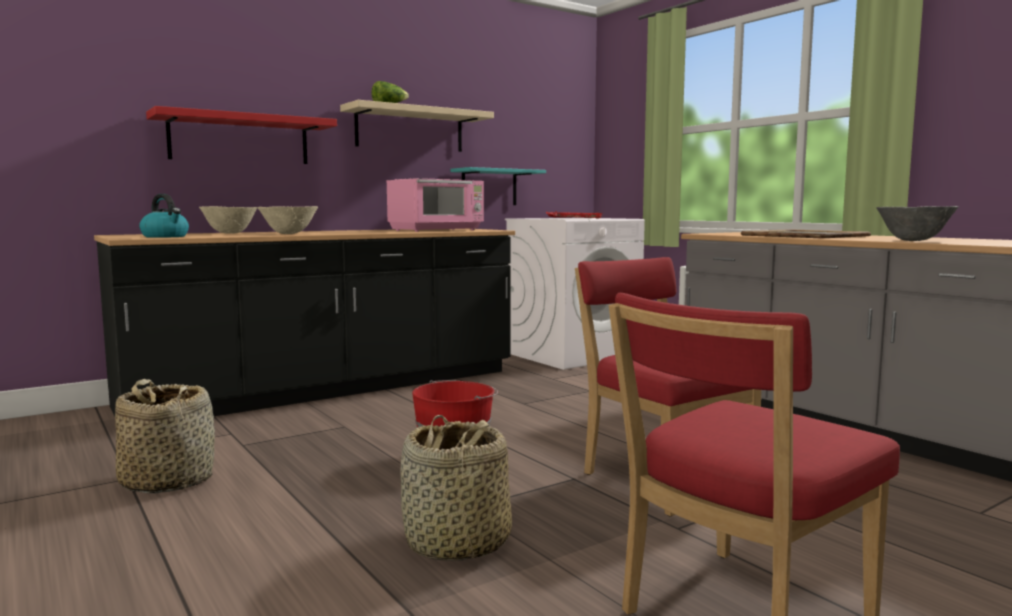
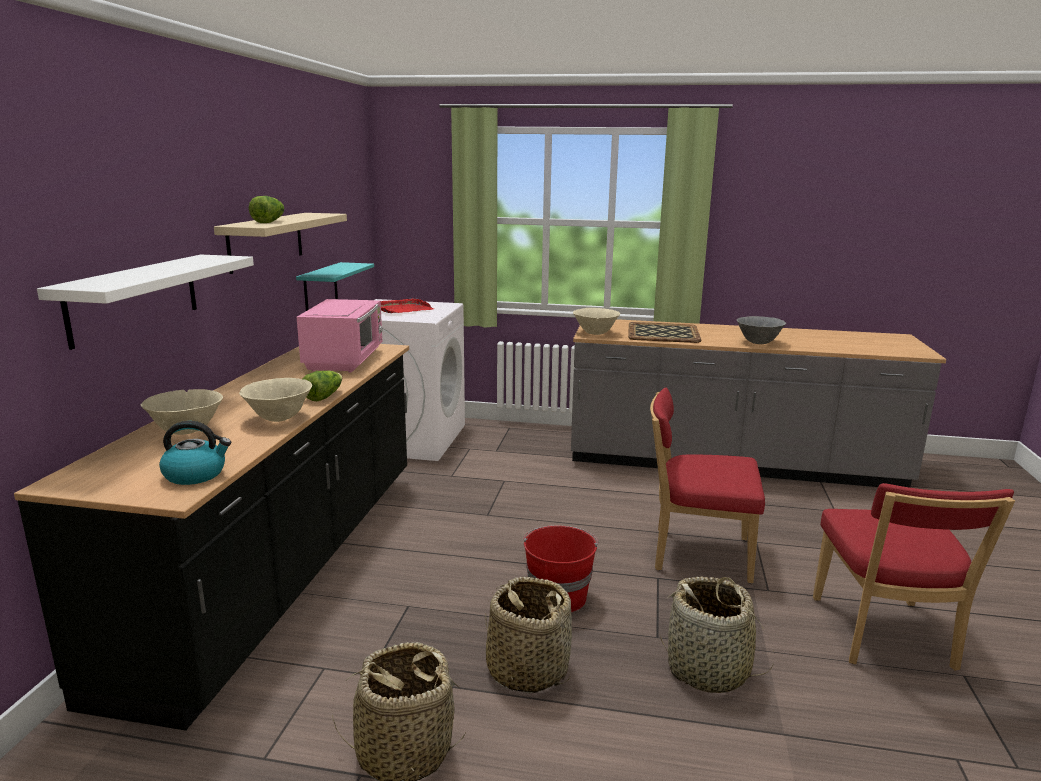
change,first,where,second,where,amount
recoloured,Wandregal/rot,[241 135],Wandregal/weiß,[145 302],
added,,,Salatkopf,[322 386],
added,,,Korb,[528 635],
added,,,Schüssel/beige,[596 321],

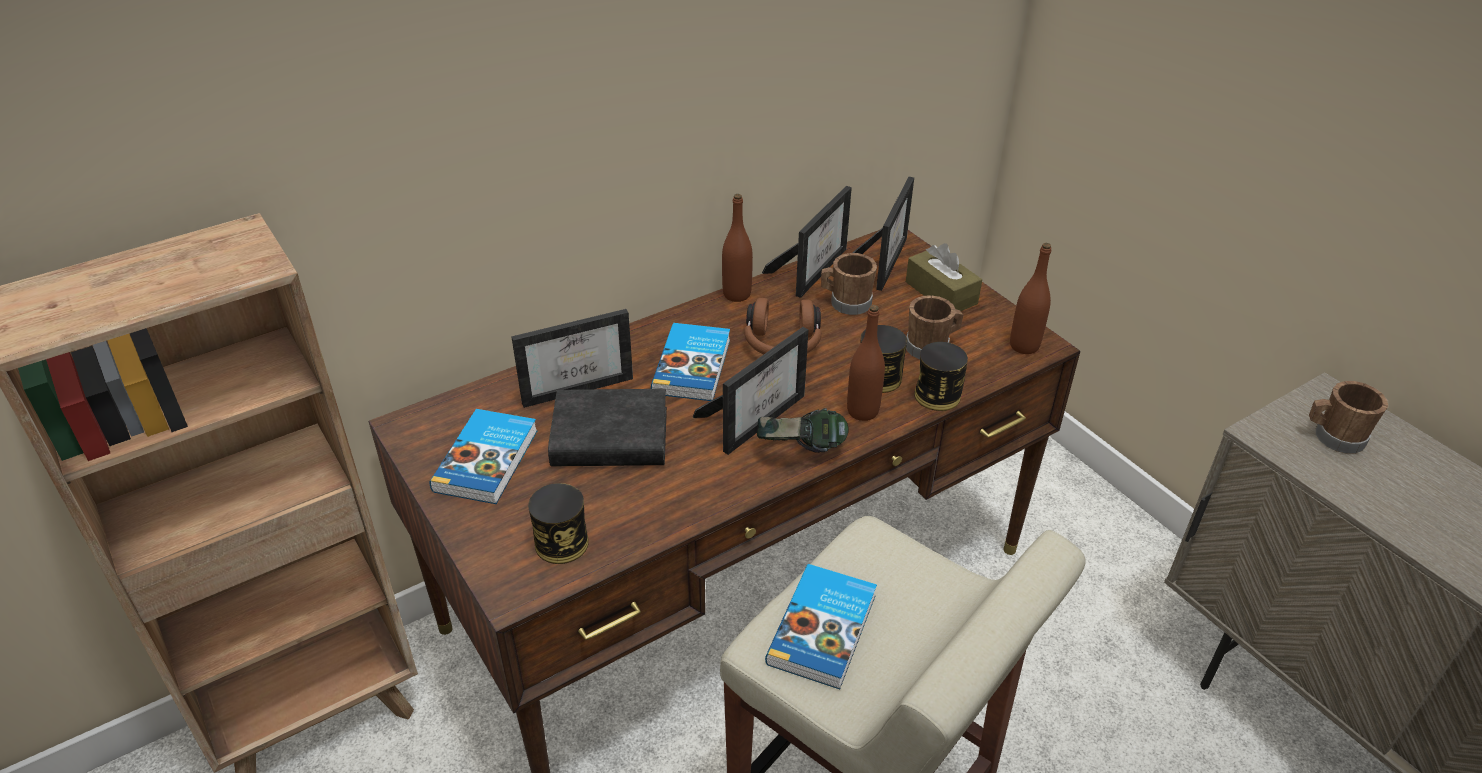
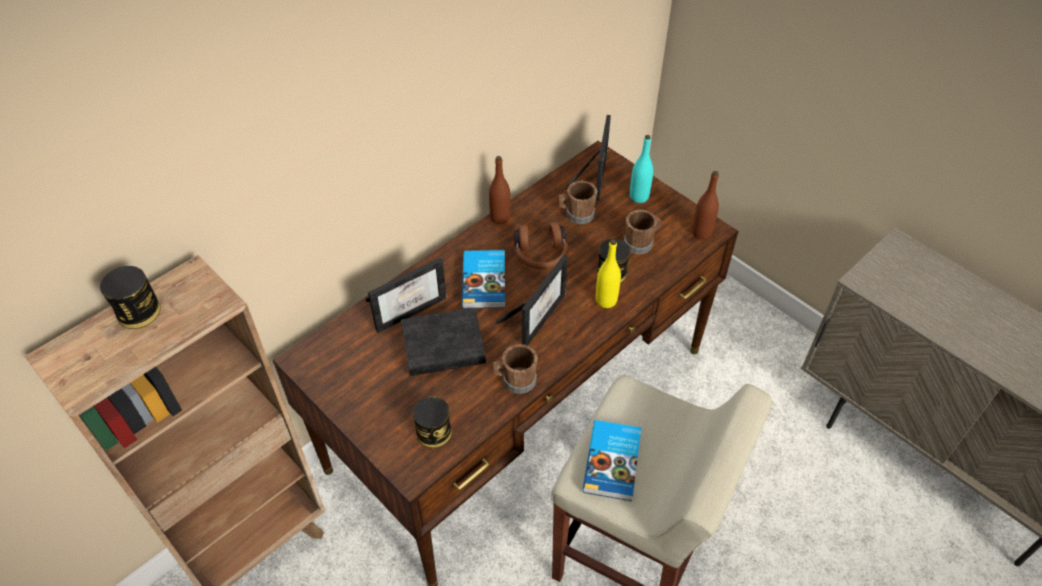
change,first,where,second,where,amount
moved,Dose,[941 376],,[130 297],
moved,Henkelbecher/braun,[1348 417],,[515 369],
recoloured,Flasche/braun,[866 363],Flasche/gelb,[608 274],
replaced,Taschentuchbox/braun,[944 277],Flasche/türkis,[641 169],
removed,Buch,[483 456],,,
removed,Kopfhörer,[803 430],,,
removed,Bilderrahmen,[807 242],,,

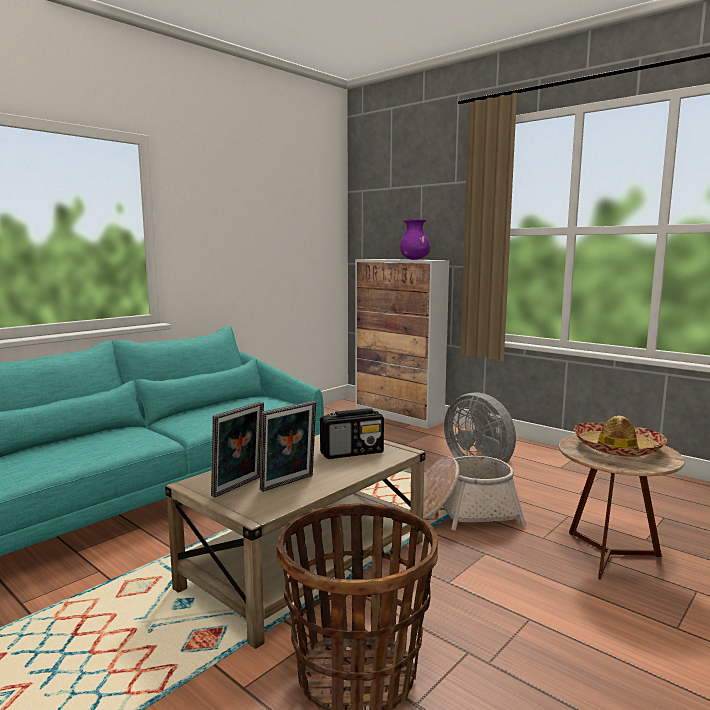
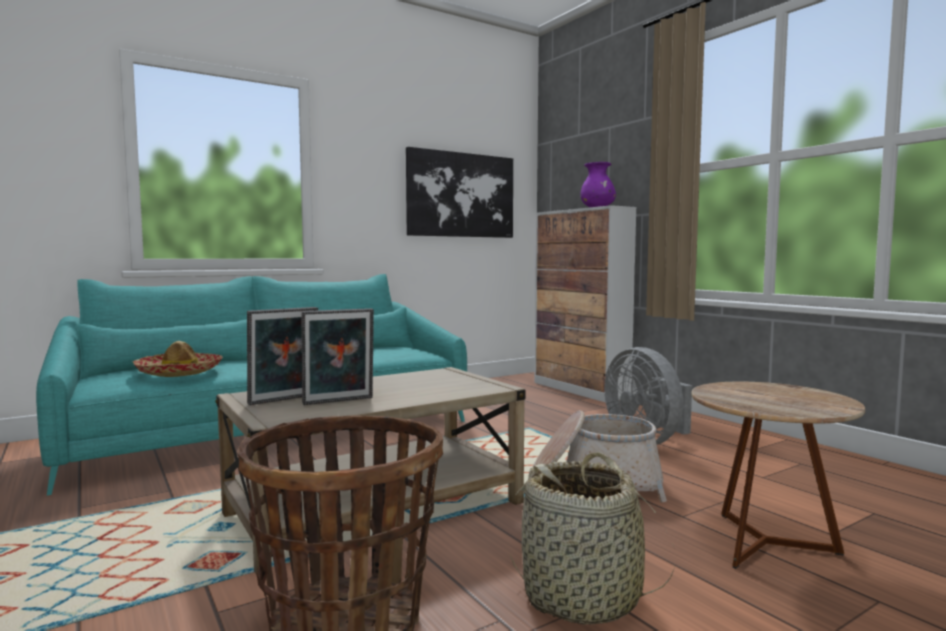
change,first,where,second,where,amount
moved,Hut,[621 436],,[178 359],
added,,,Bild,[459 192],
added,,,Korb,[592 538],
removed,Radio,[352 433],,,

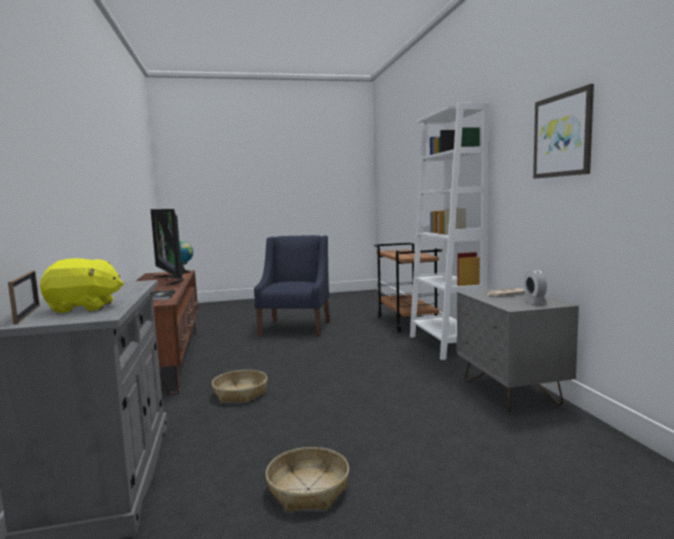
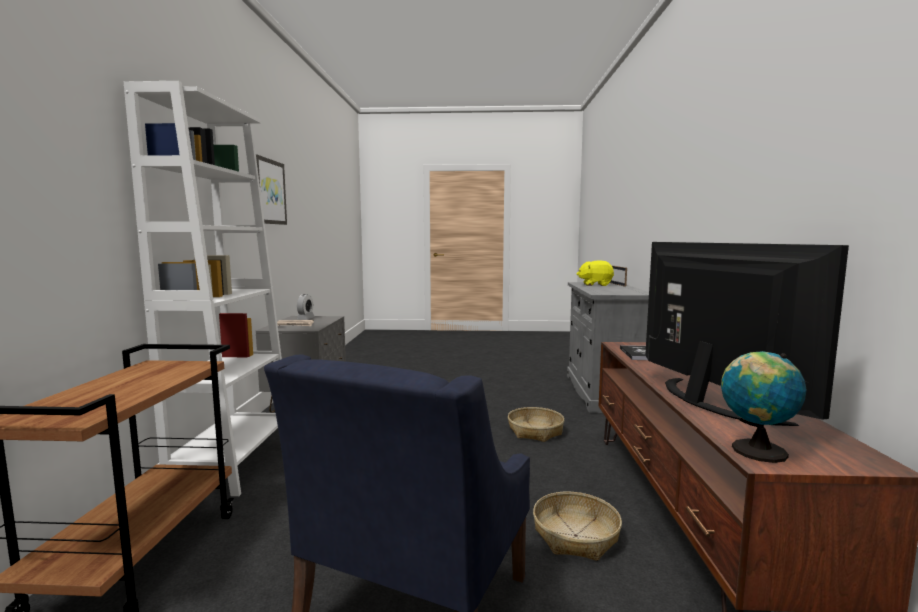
change,first,where,second,where,amount
moved,Korb,[307 479],,[577 526],

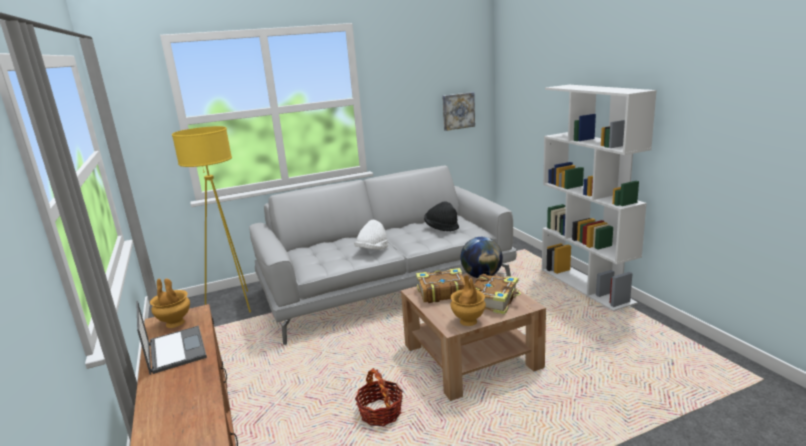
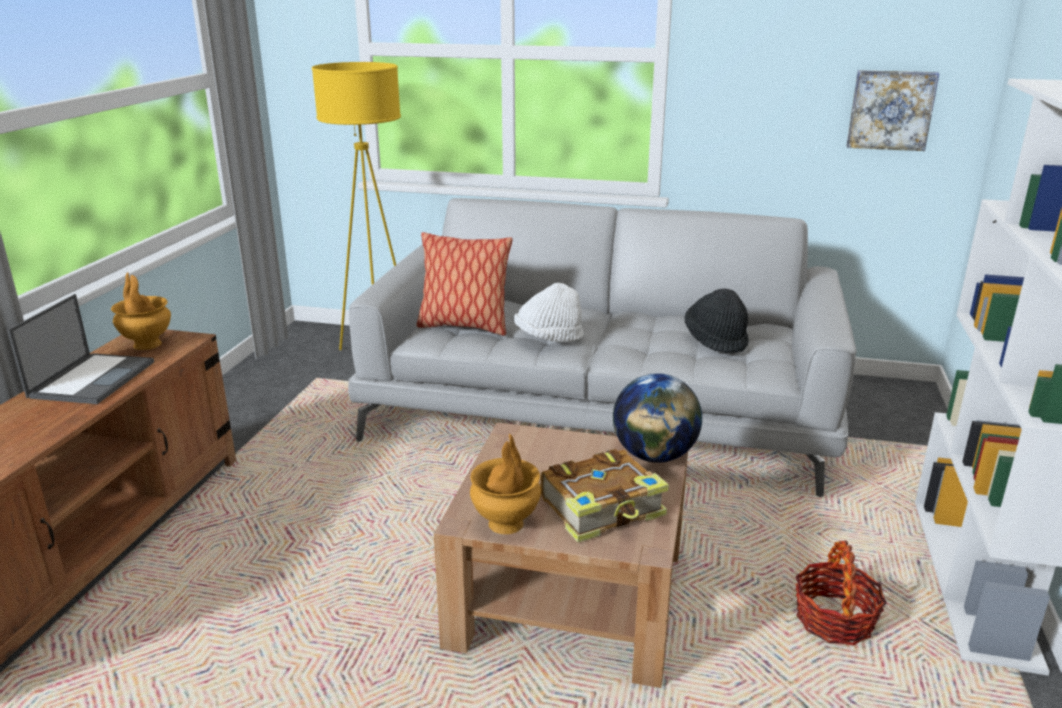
change,first,where,second,where,amount
added,,,Kissen,[464 284],
moved,Korb,[379 397],,[841 593],
removed,Buch,[440 285],,,

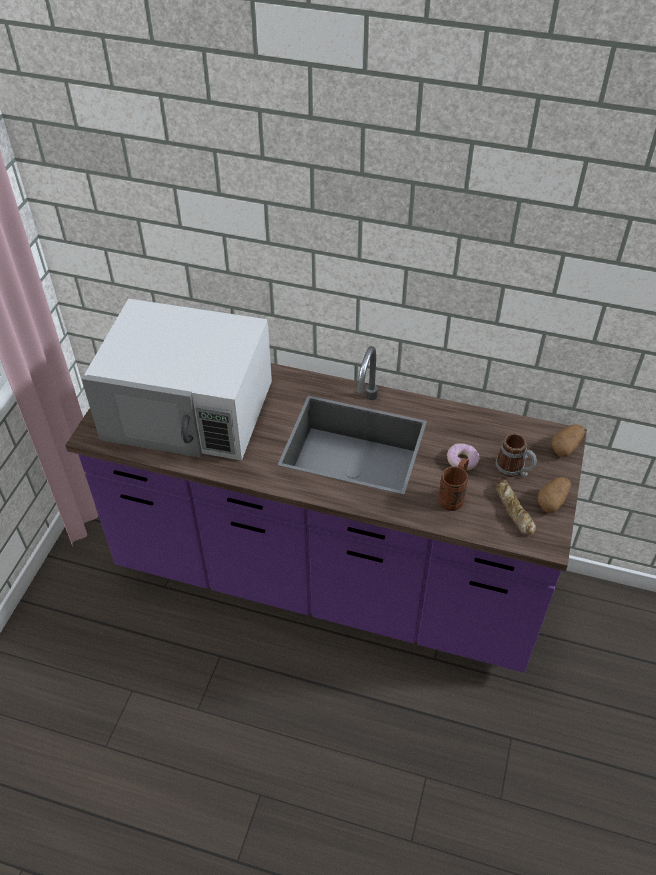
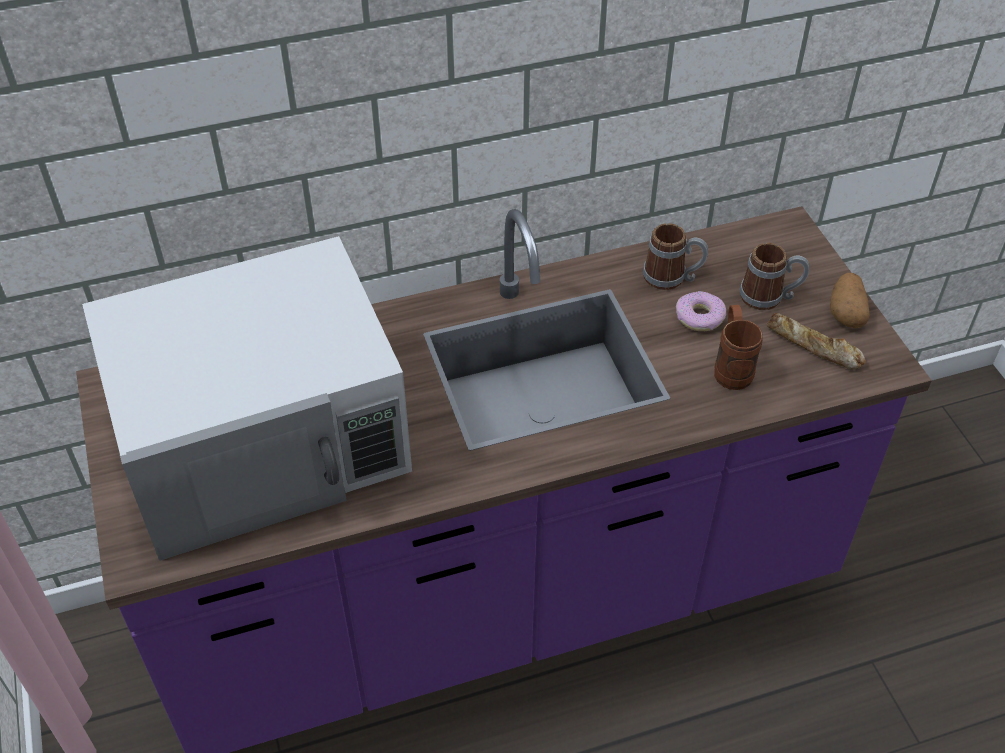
change,first,where,second,where,amount
added,,,Henkelbecher,[675 256],
removed,Kartoffel,[568 440],,,

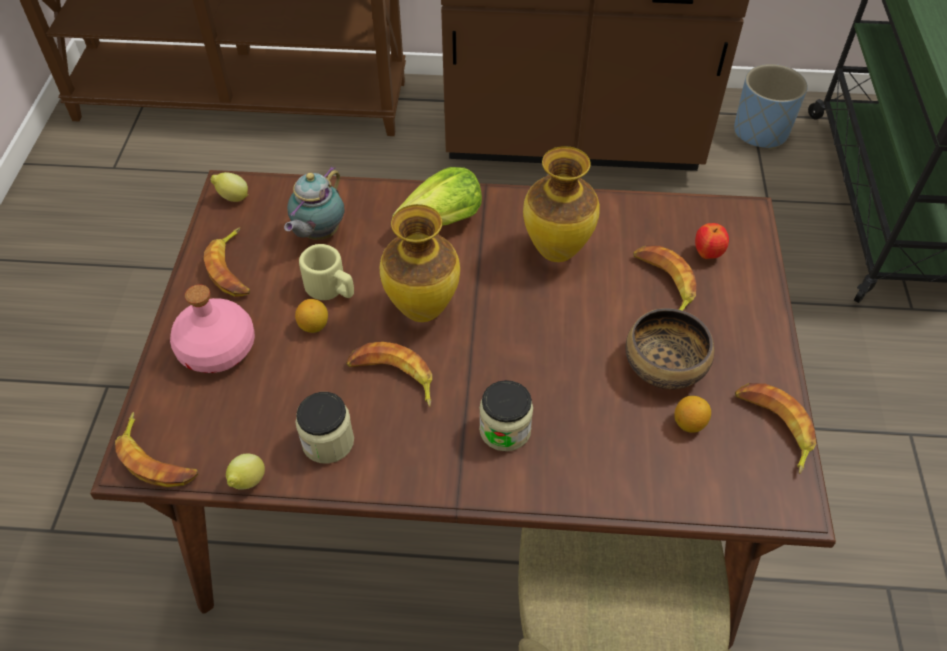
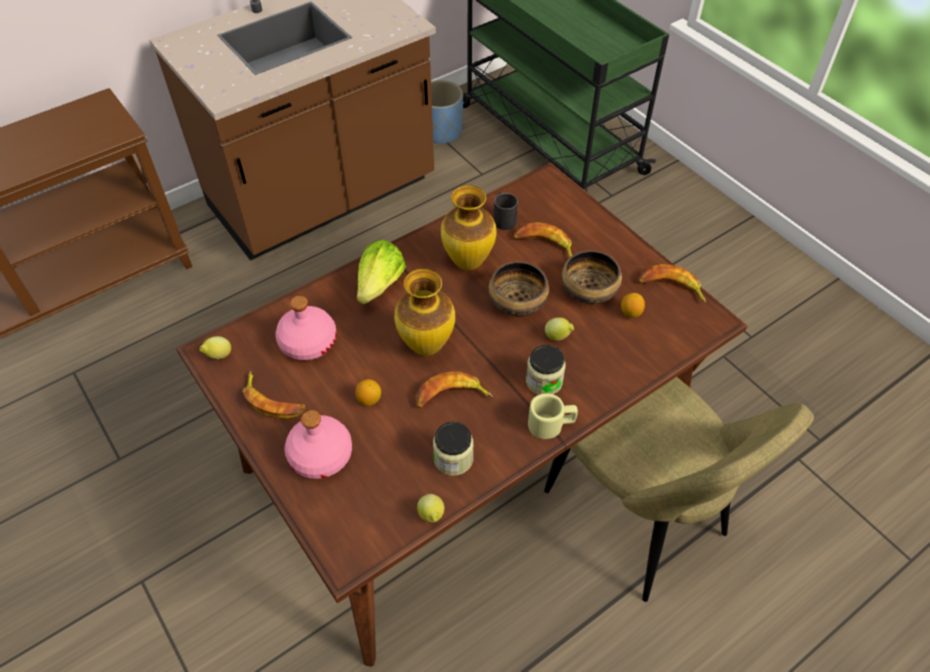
change,first,where,second,where,amount
replaced,Teekanne,[314 203],Flasche/rosa,[306 328],
added,,,Schüssel,[518 289],
added,,,Henkelbecher/schwarz,[505 211],
moved,Henkelbecher/beige,[326 272],,[553 416],
added,,,Zitrone,[559 329],
removed,Banane,[156 449],,,
removed,Apfel,[712 241],,,

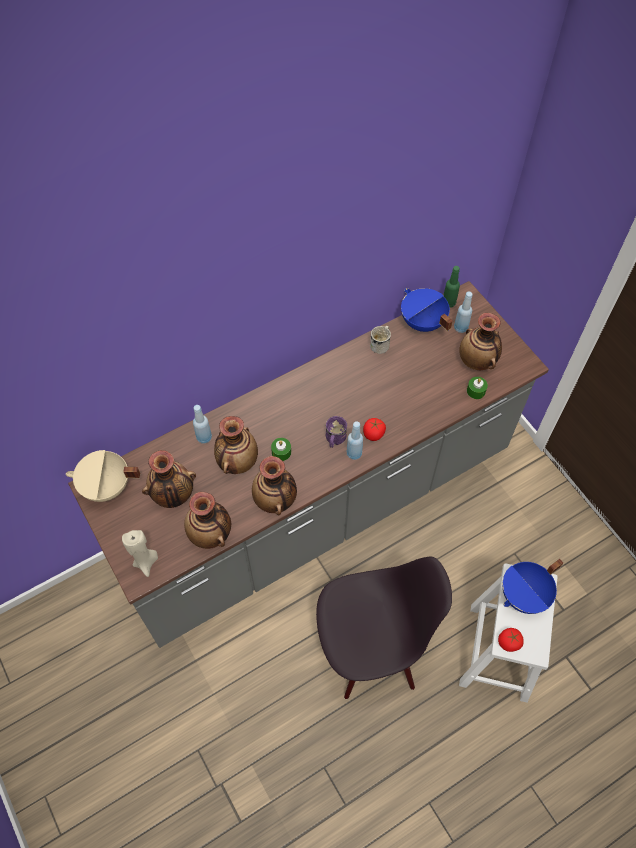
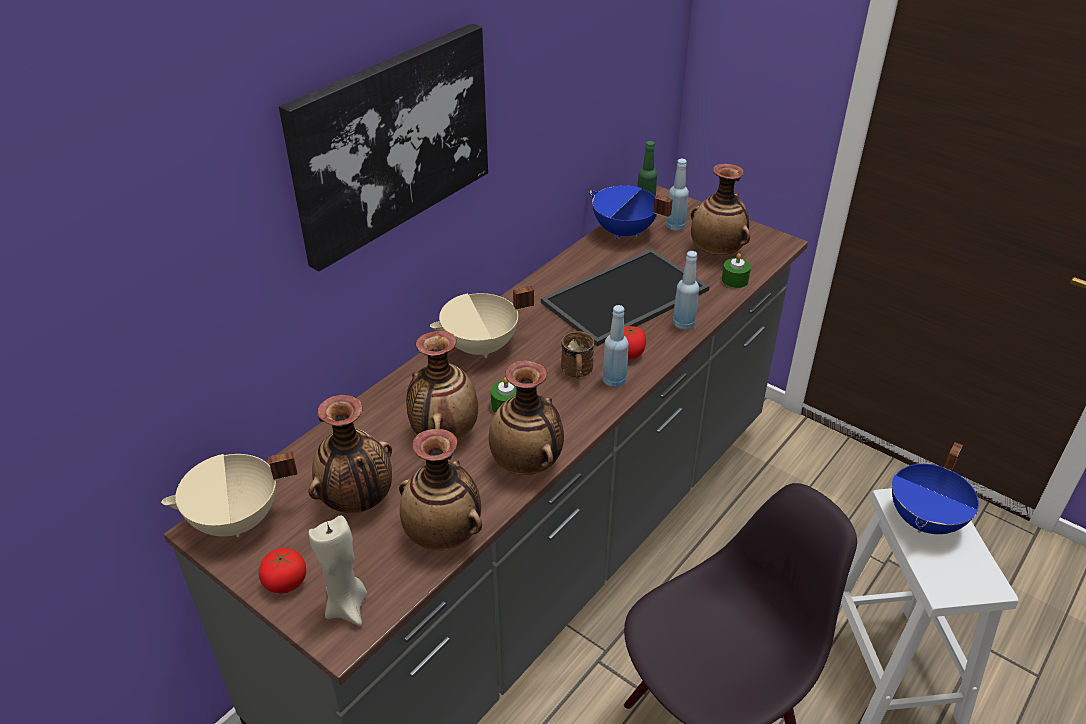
change,first,where,second,where,amount
moved,Tomate,[511 640],,[282 570],
added,,,Bild,[383 147],
added,,,Kochtopf/beige,[482 322],
added,,,Tablett,[625 297],
recoloured,Henkelbecher/lila,[336 432],Henkelbecher/braun,[577 355],
moved,Flasche/blau,[202 424],,[686 290],
removed,Henkelbecher/weiß,[380 340],,,

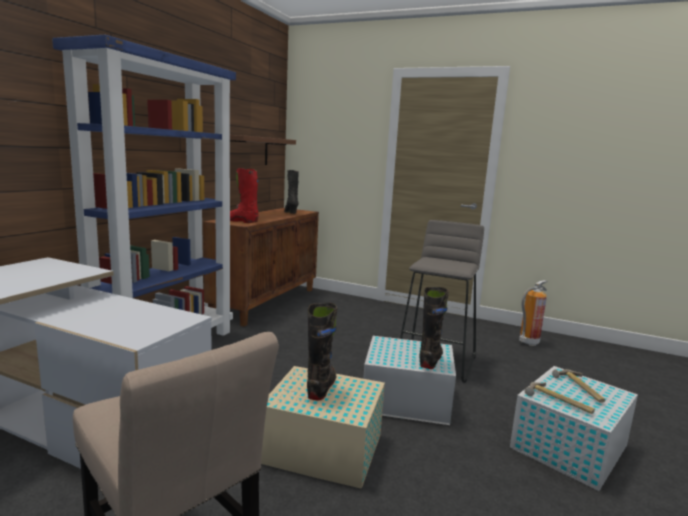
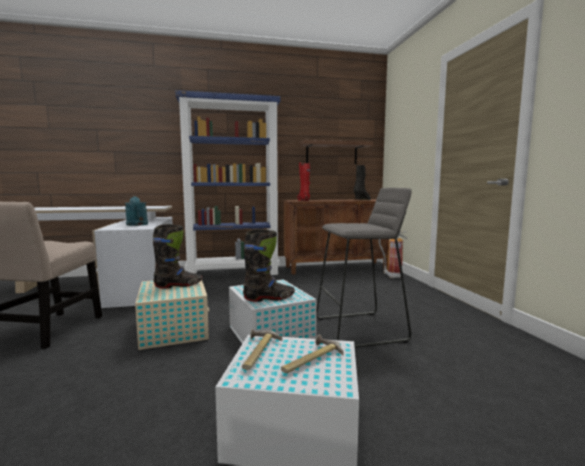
change,first,where,second,where,amount
added,,,Gießkanne/türkis,[136 211],
moved,Feuerlöscher,[533 313],,[392 254],

